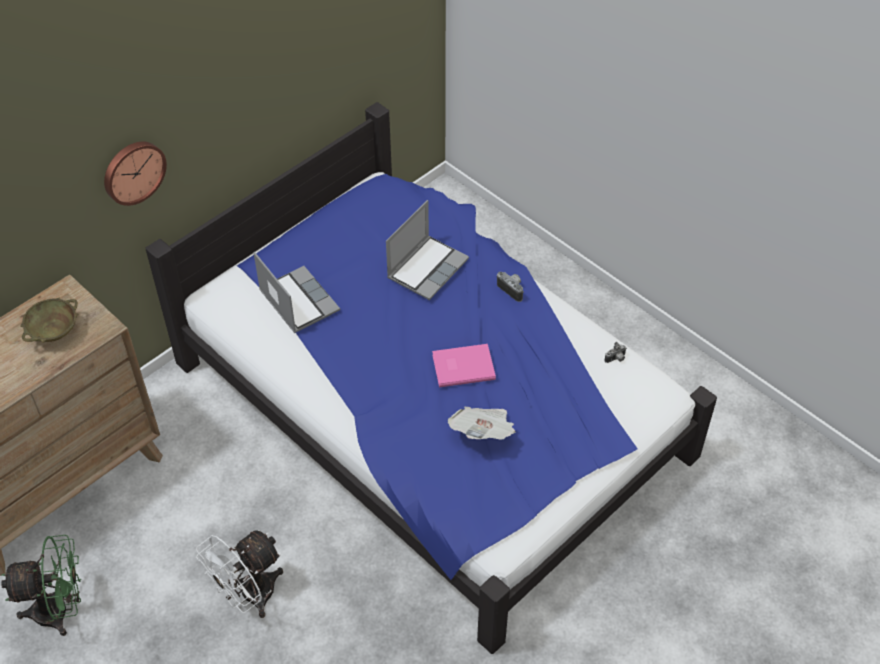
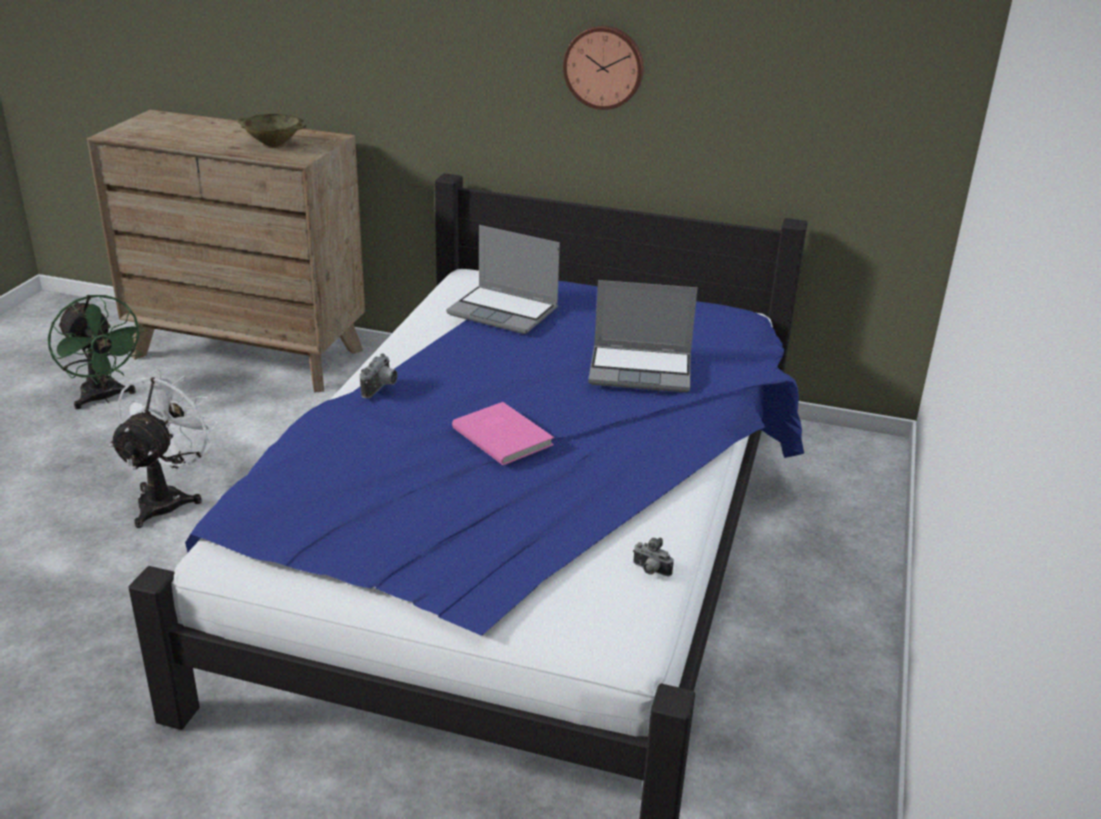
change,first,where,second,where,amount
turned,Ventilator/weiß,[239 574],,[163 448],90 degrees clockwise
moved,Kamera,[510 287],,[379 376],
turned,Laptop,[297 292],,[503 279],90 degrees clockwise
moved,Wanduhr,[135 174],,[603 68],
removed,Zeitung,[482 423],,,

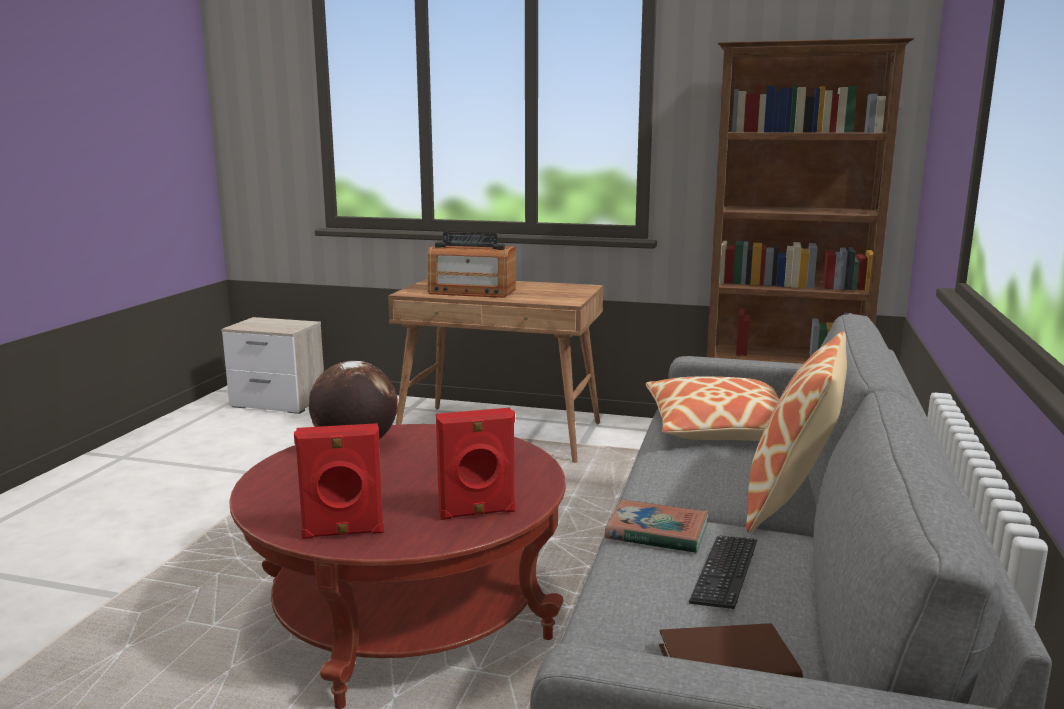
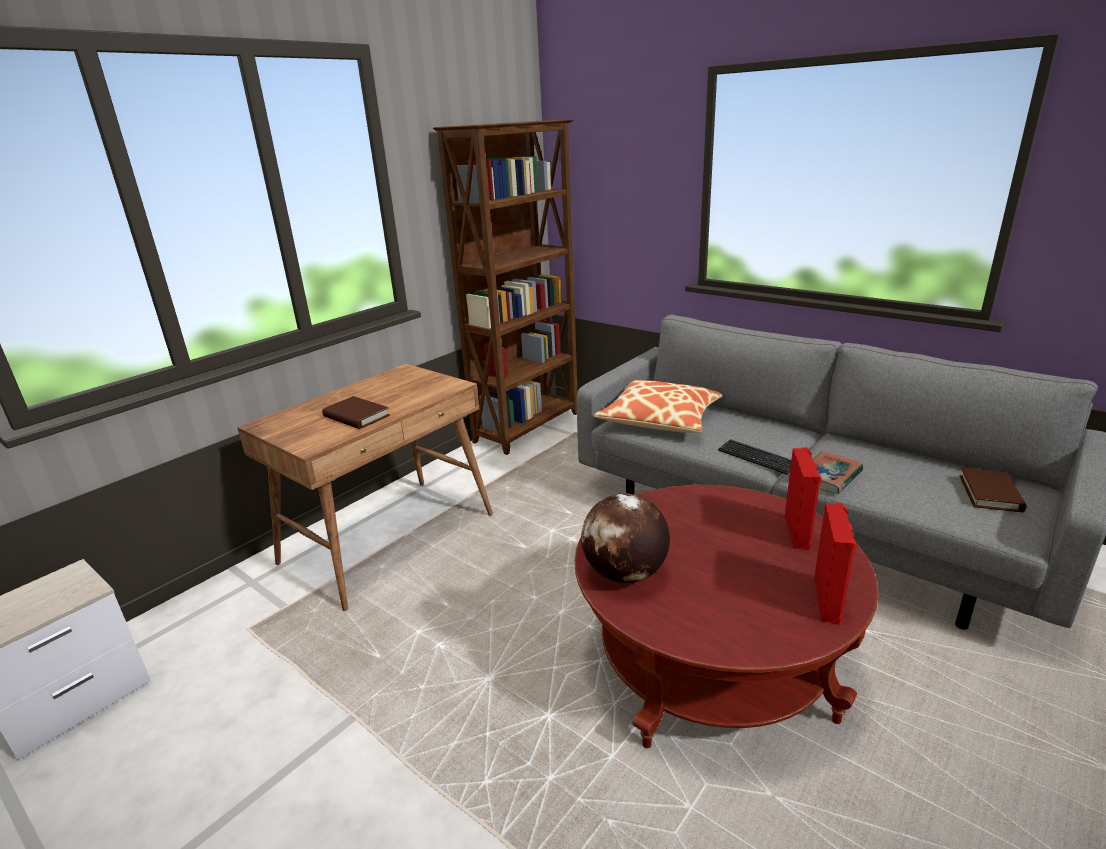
change,first,where,second,where,amount
replaced,Radio,[471 265],Buch/braun,[356 412],
moved,Tastatur,[723 572],,[754 457],
removed,Kissen,[796 431],,,

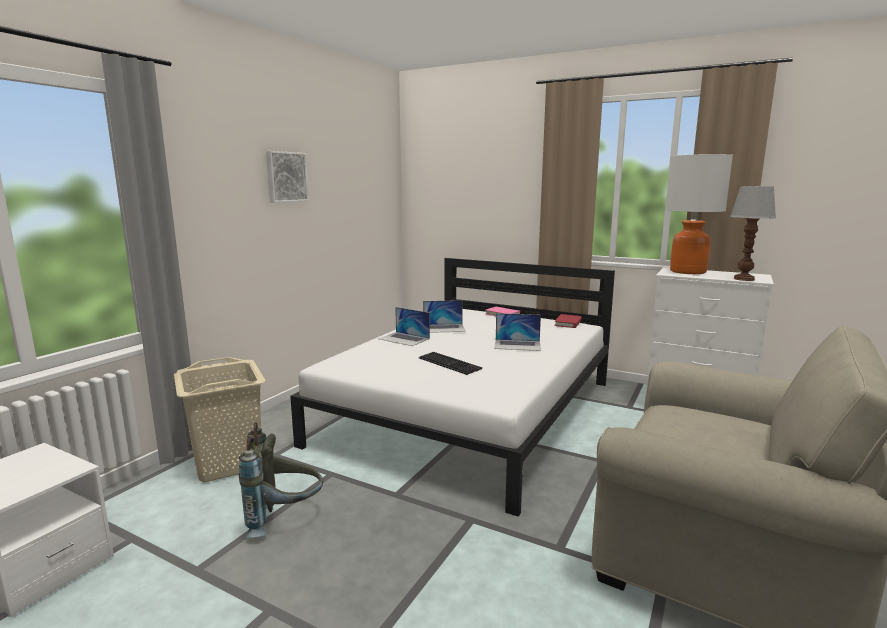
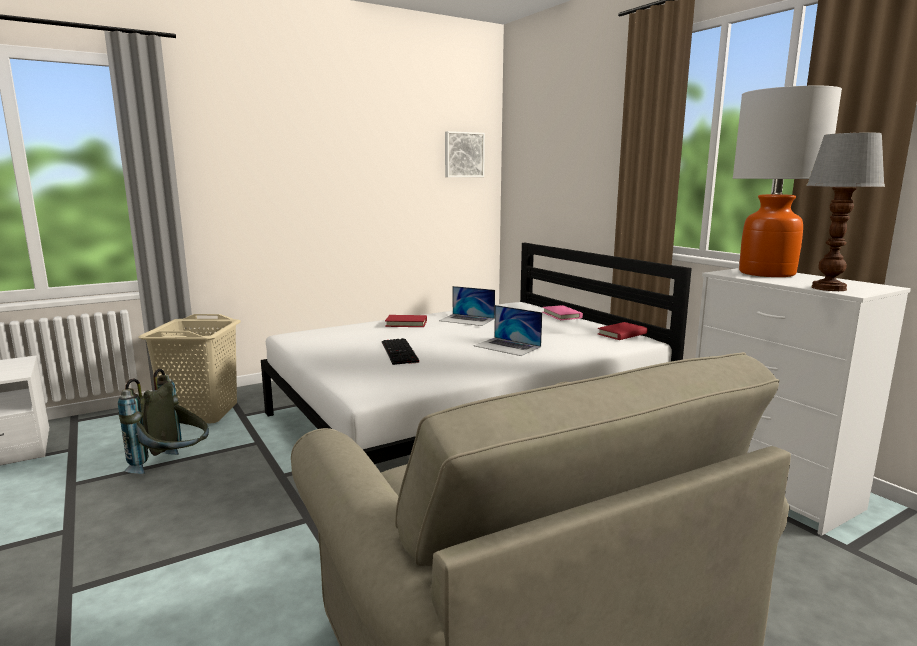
change,first,where,second,where,amount
replaced,Laptop,[404 326],Buch/rot,[406 321],
moved,Bild,[287 177],,[465 154],

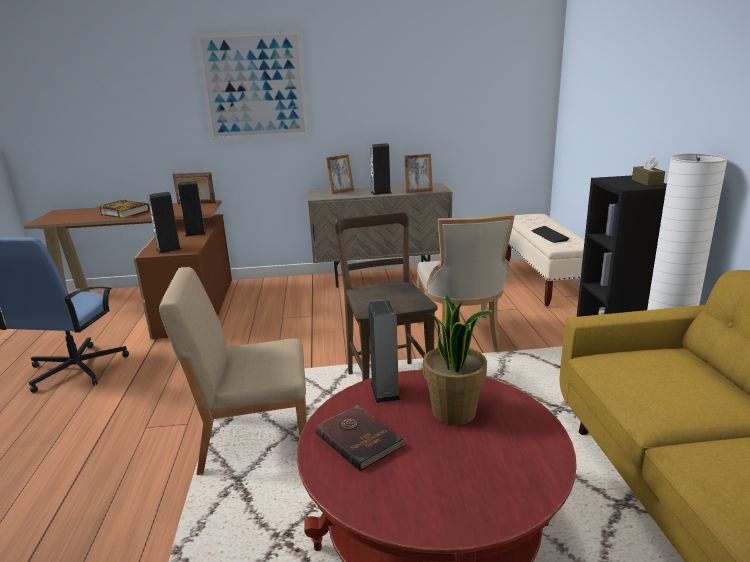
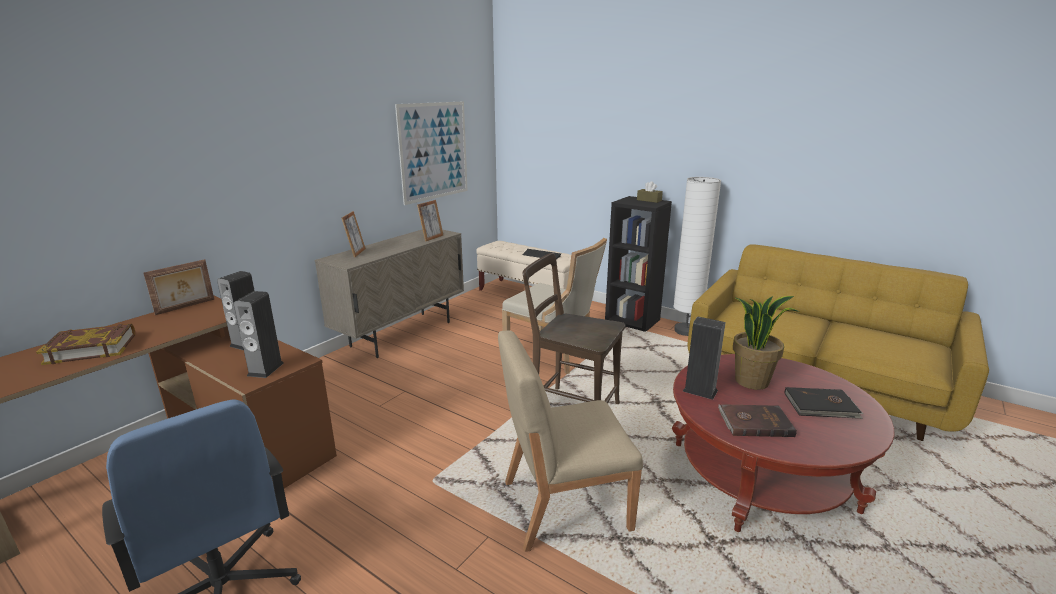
change,first,where,second,where,amount
moved,Bild,[252 85],,[431 153],
turned,Stuhl/beige,[233 371],,[570 441],45 degrees clockwise
added,,,Buch/schwarz,[824 403],
removed,Lautsprecher,[380 169],,,

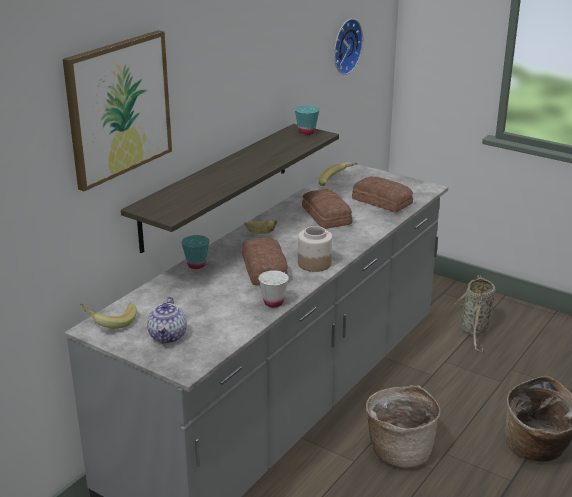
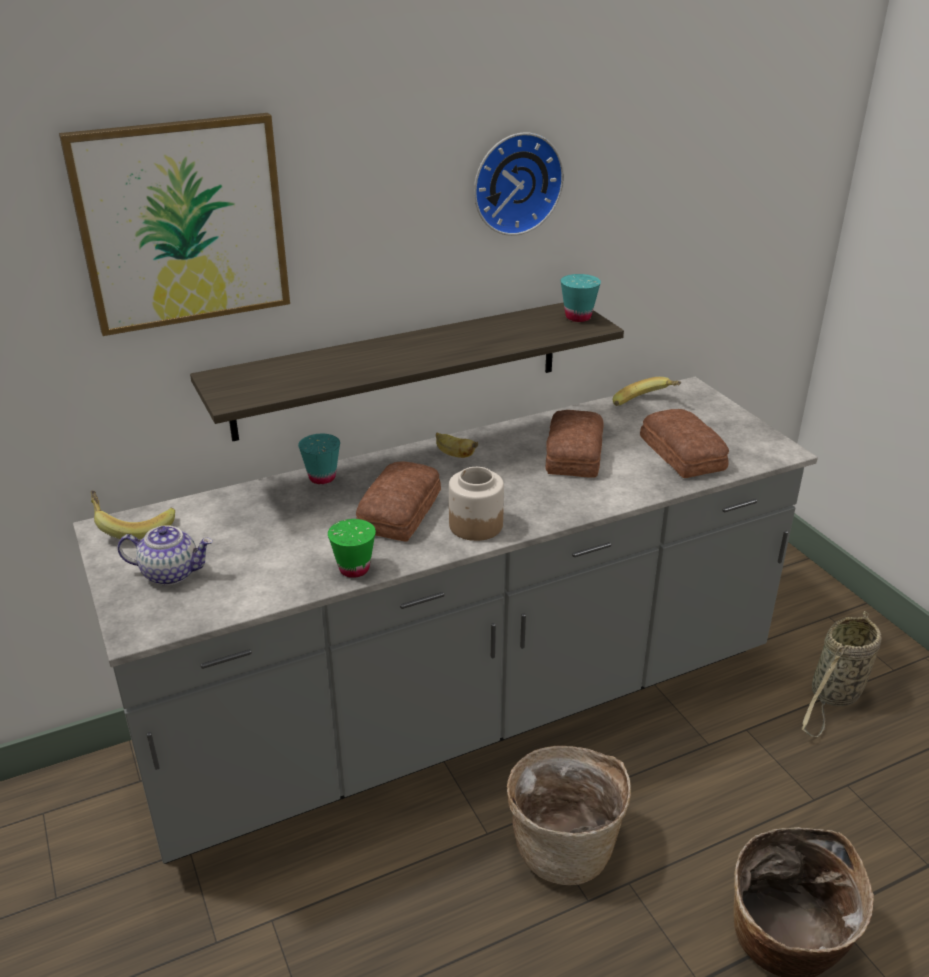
change,first,where,second,where,amount
turned,Teekanne,[167 320],,[165 555],120 degrees counterclockwise
recoloured,Tasse/weiß,[273 288],Tasse/grün,[352 548],
moved,Wanduhr,[348 46],,[519 184],

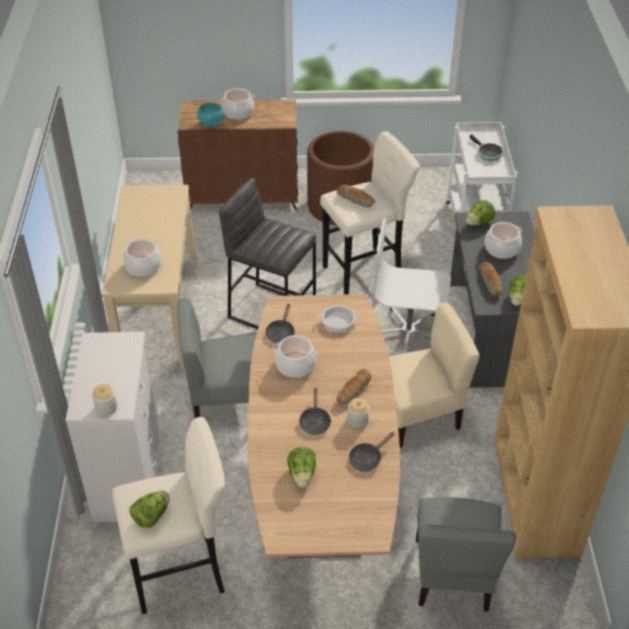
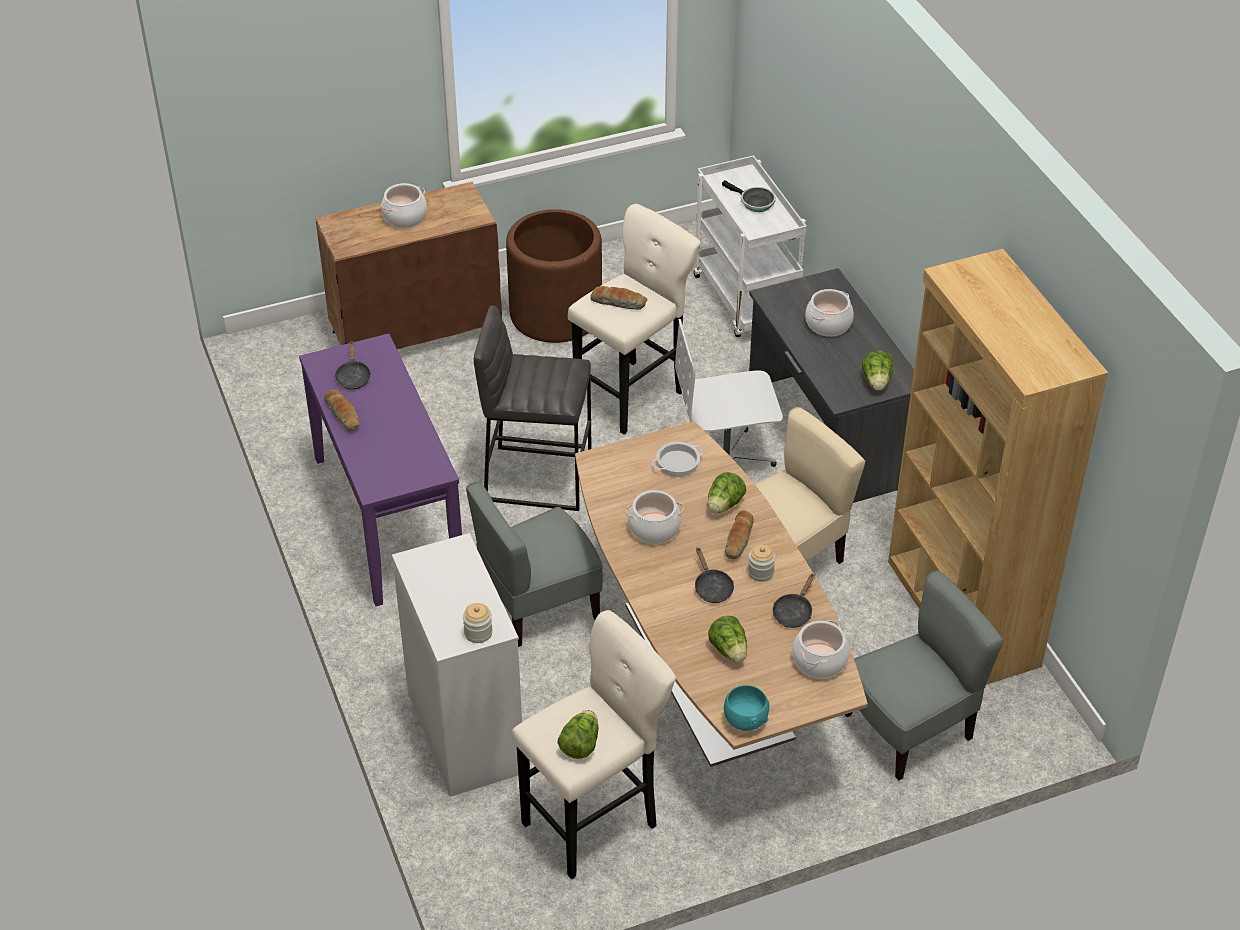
change,first,where,second,where,amount
recoloured,Konsolentisch/beige,[149 277],Konsolentisch/lila,[380 470],
moved,Brot,[490 279],,[342 411],
moved,Pfanne/schwarz,[280 323],,[353 365],
moved,Salatkopf,[480 212],,[727 493],
moved,Schüssel/türkis,[211 114],,[746 708],
moved,Kochtopf,[142 258],,[821 649],
turned,Stuhl/grau,[466 554],,[924 675],105 degrees counterclockwise

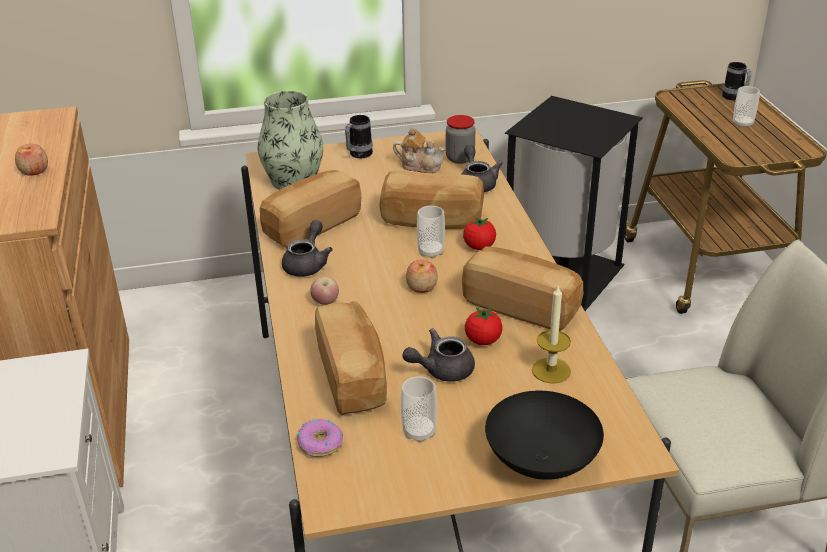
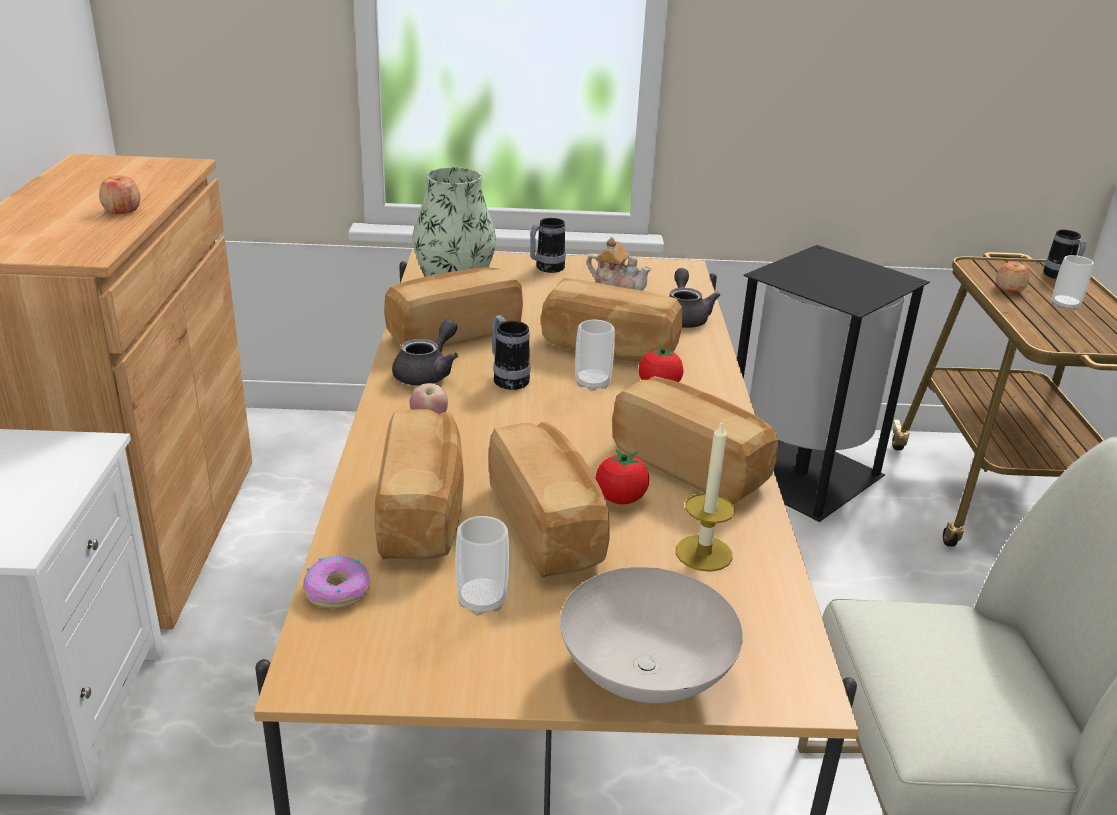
change,first,where,second,where,amount
replaced,Teekanne/grau,[438 355],Brot,[549 500],
added,,,Henkelbecher,[511 352],
recoloured,Schüssel/schwarz,[544 435],Schüssel/weiß,[651 635],
moved,Apfel,[422 276],,[1012 277],
removed,Vorratsglas,[460 139],,,

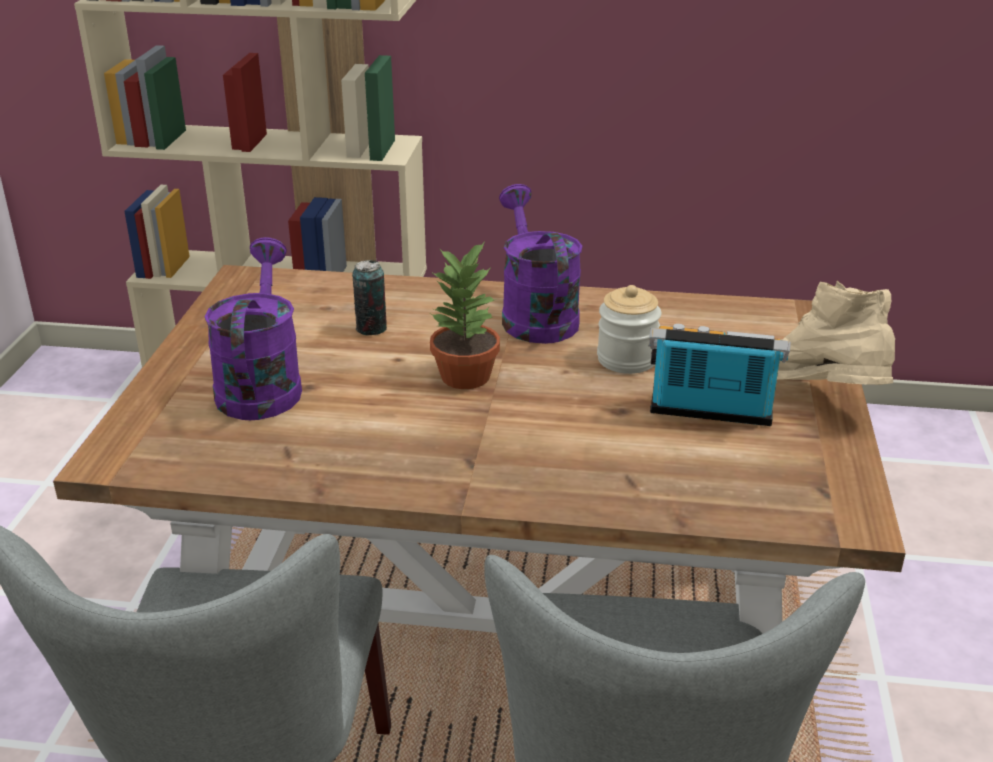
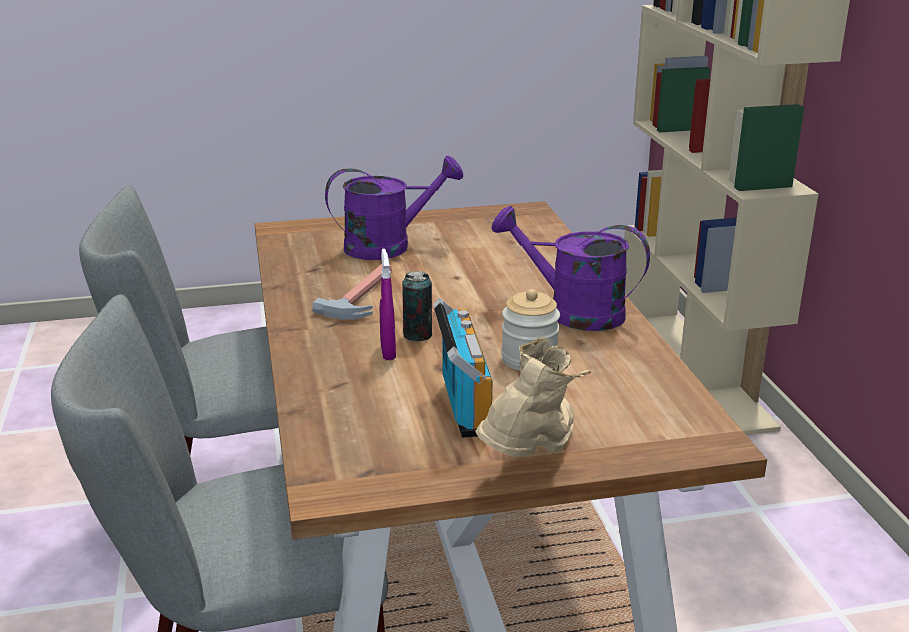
change,first,where,second,where,amount
added,,,Hammer,[352 292],
added,,,Sprühflasche/lila,[388 304],
moved,Dose,[369 297],,[417 306],
turned,Gießkanne/lila,[540 264],,[570 268],120 degrees counterclockwise
removed,Topfpflanze,[465 315],,,

